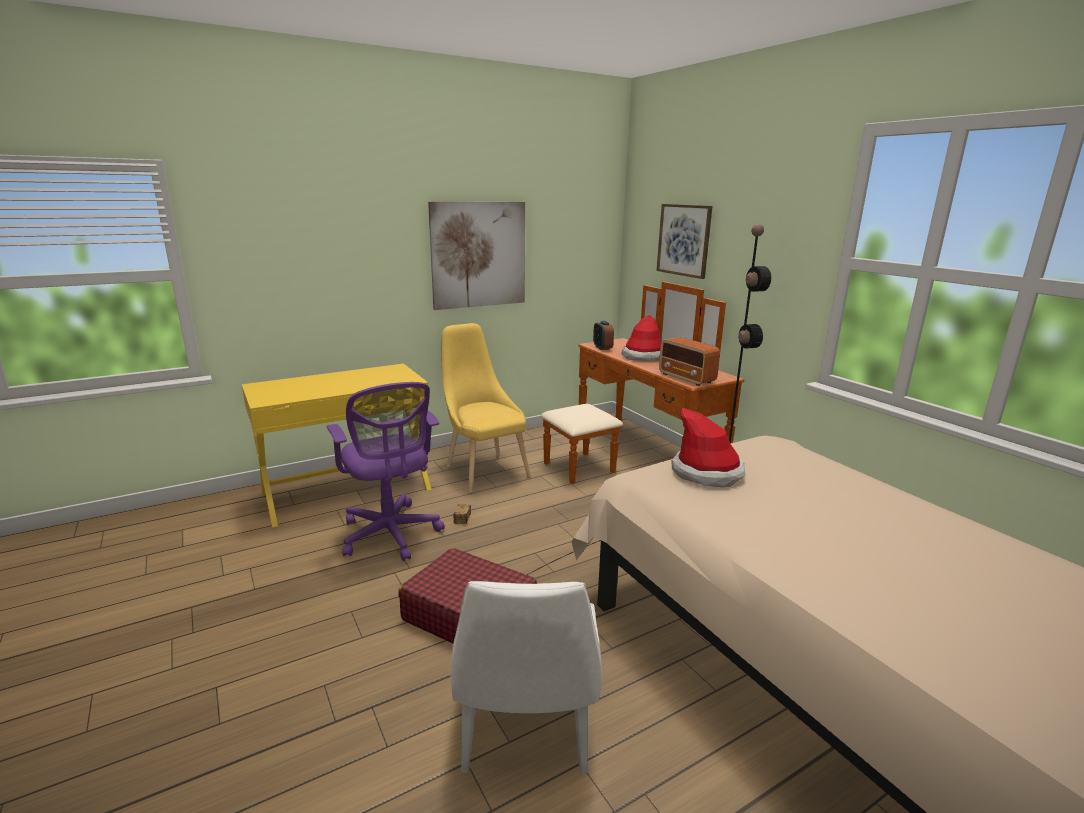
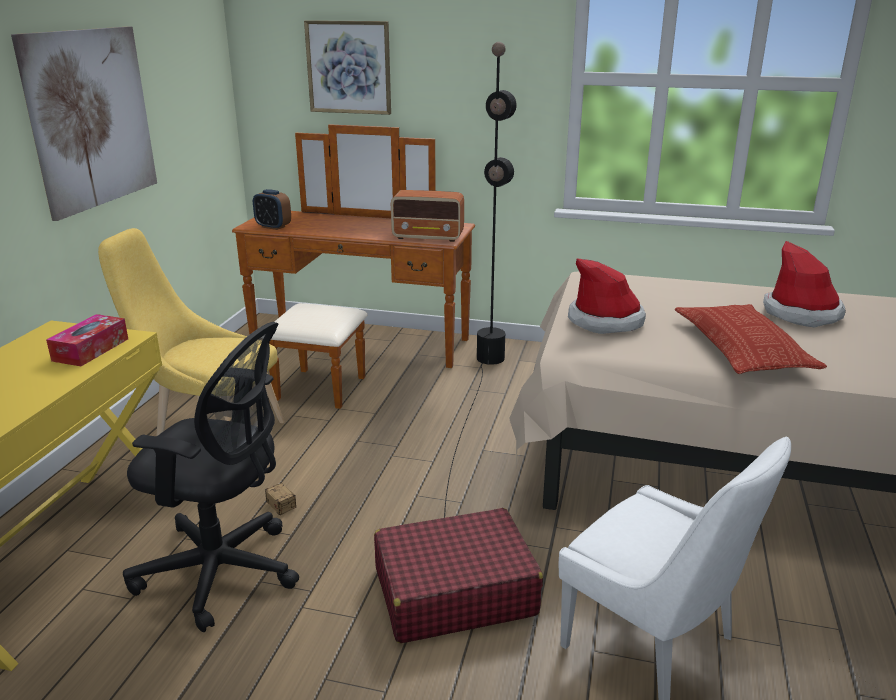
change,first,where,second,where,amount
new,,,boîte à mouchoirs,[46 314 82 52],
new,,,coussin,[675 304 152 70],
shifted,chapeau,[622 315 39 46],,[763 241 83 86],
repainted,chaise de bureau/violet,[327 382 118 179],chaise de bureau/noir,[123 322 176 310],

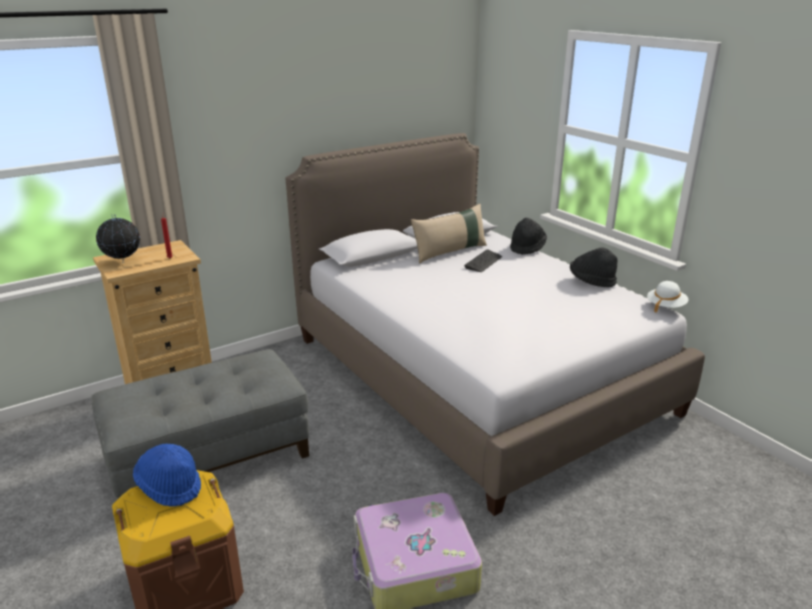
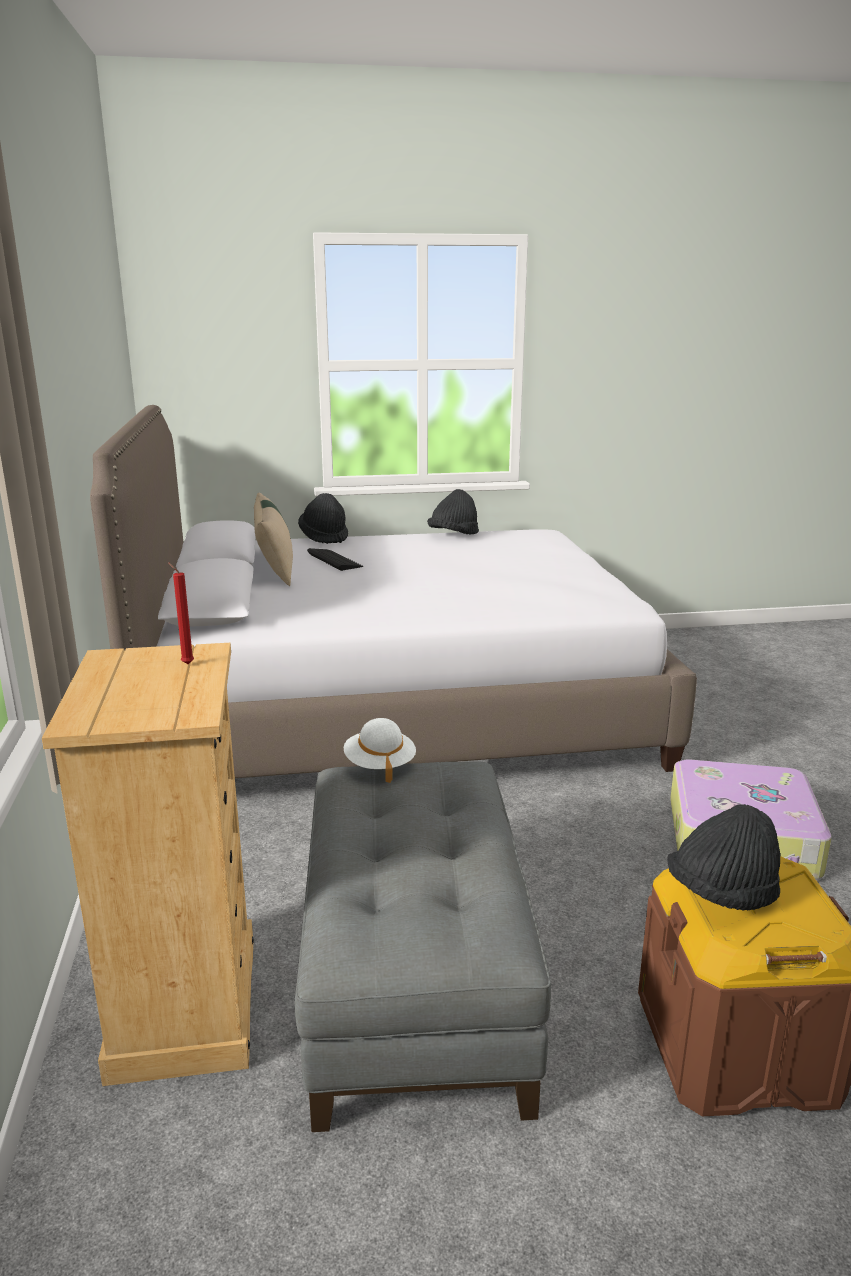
change,first,where,second,where,amount
gone,globe,[96 214 44 49],,,
shifted,chapeau/blanc,[647 281 41 31],,[344 718 72 65],
repainted,chapeau/bleu,[133 444 68 63],chapeau/noir,[667 804 113 107],

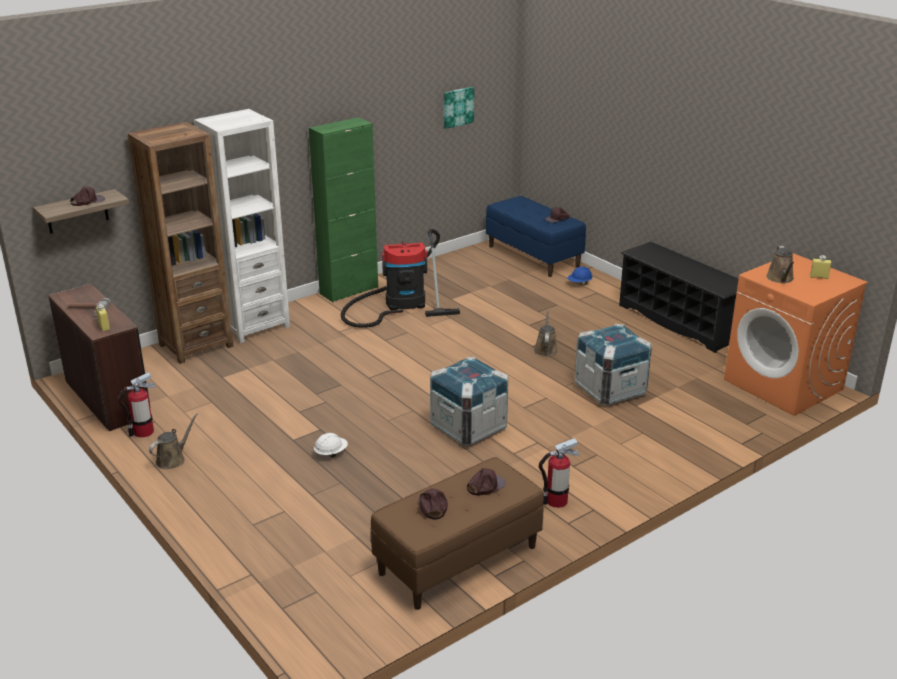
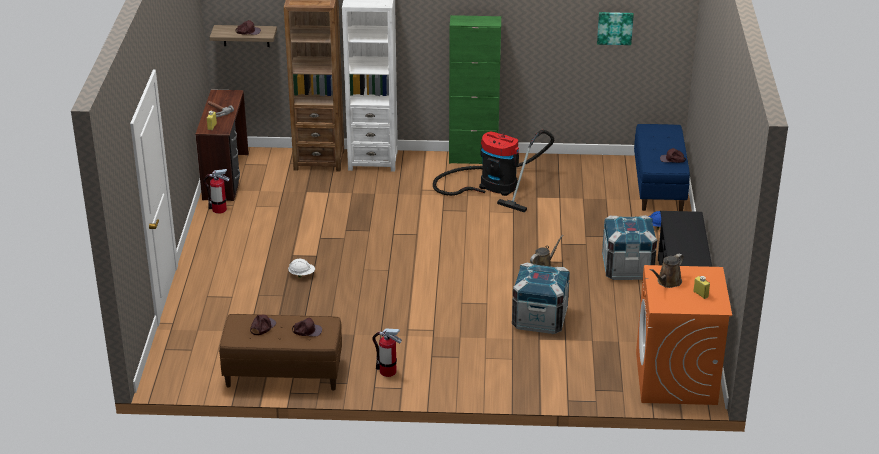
change,first,where,second,where,amount
gone,arrosoir/marron,[149 413 49 56],,,
shifted,caisse,[430 357 78 89],,[602 215 55 65],

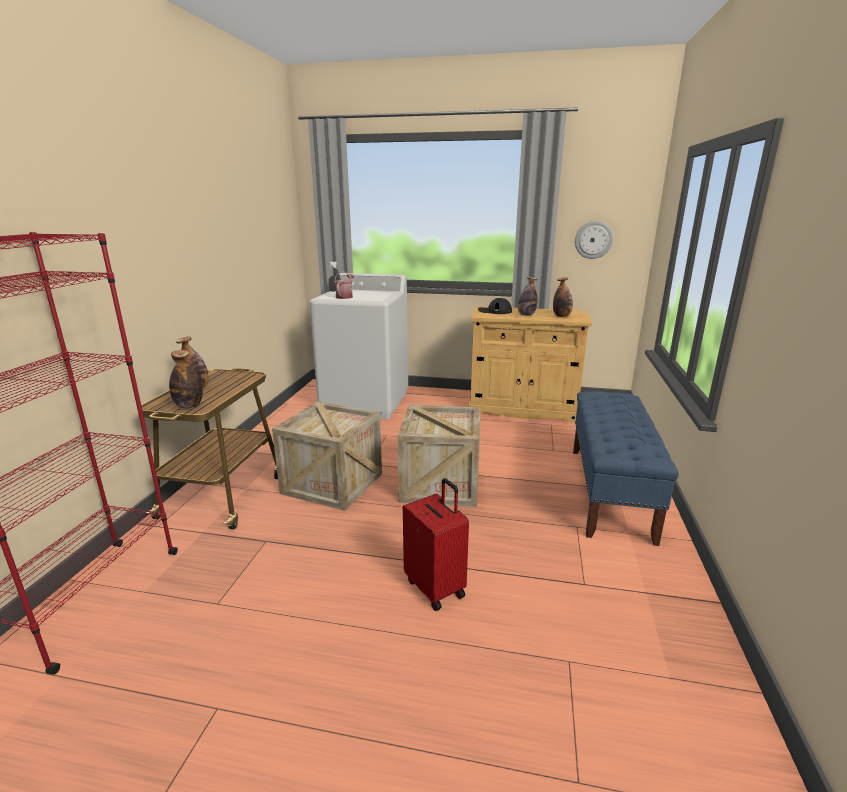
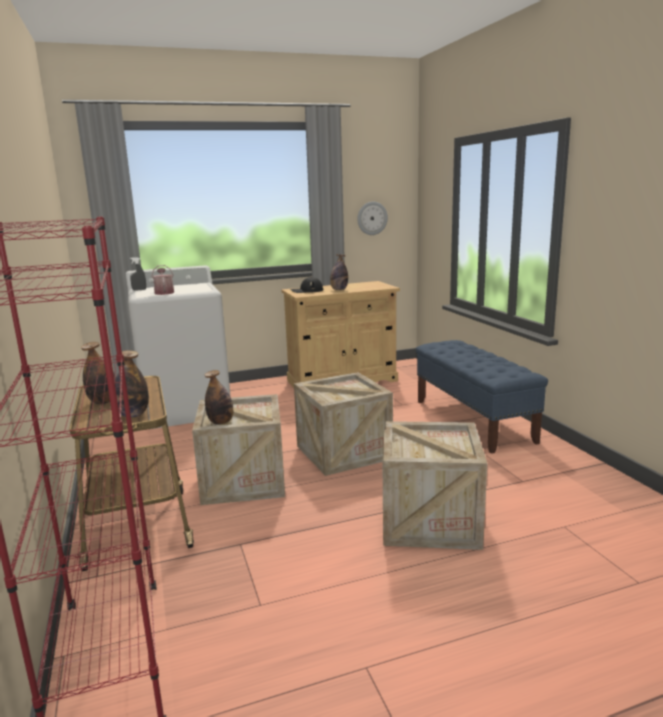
change,first,where,second,where,amount
shifted,bouteille,[553 277 20 40],,[205 370 28 55],
swapped,valise/rouge,[403 478 66 133],caisse,[382 421 105 129],

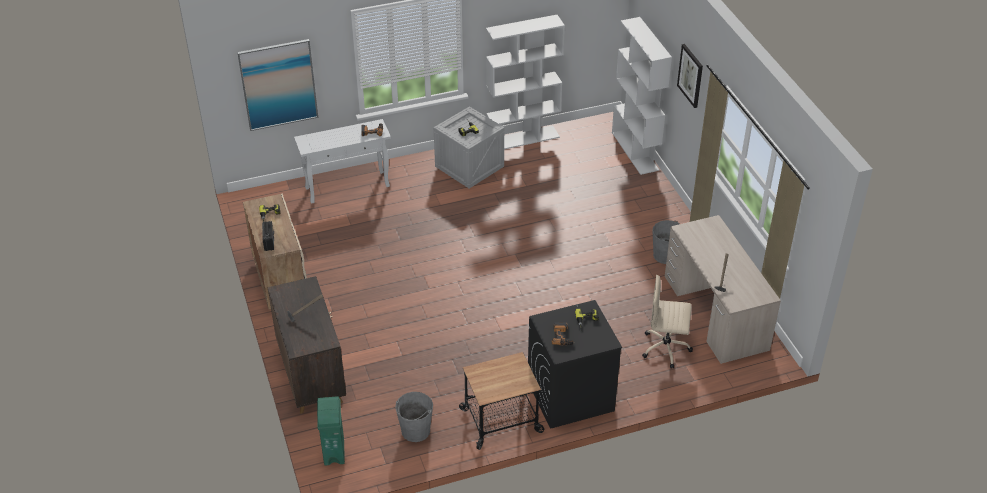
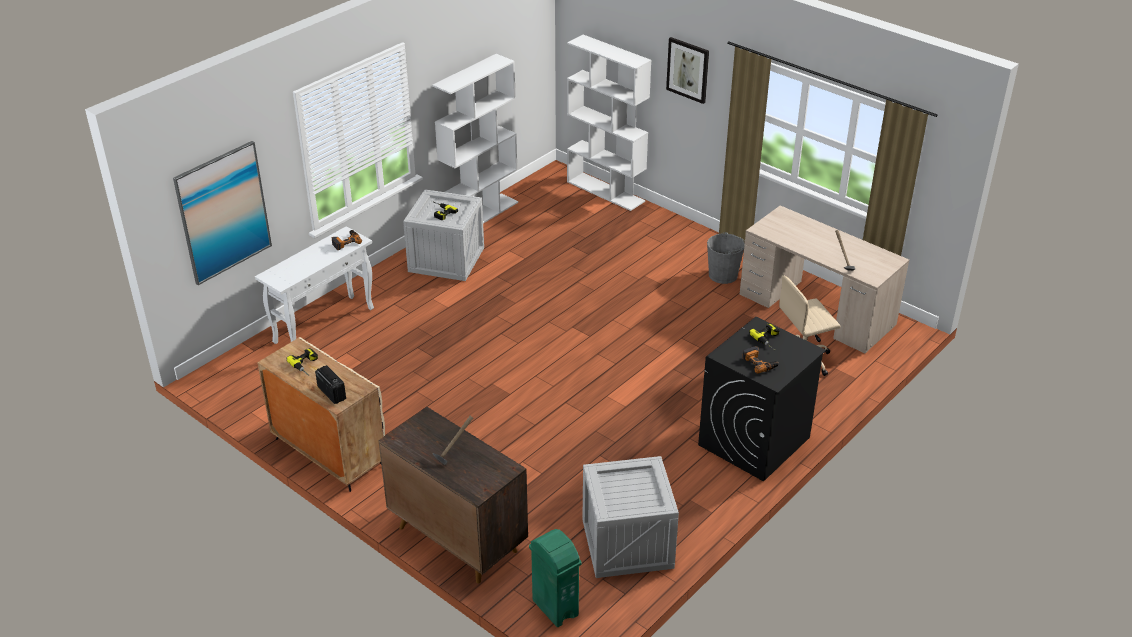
change,first,where,second,where,amount
gone,chariot,[459 352 85 98],,,
swapped,seau/gris,[395 392 38 50],caisse,[582 456 97 122],

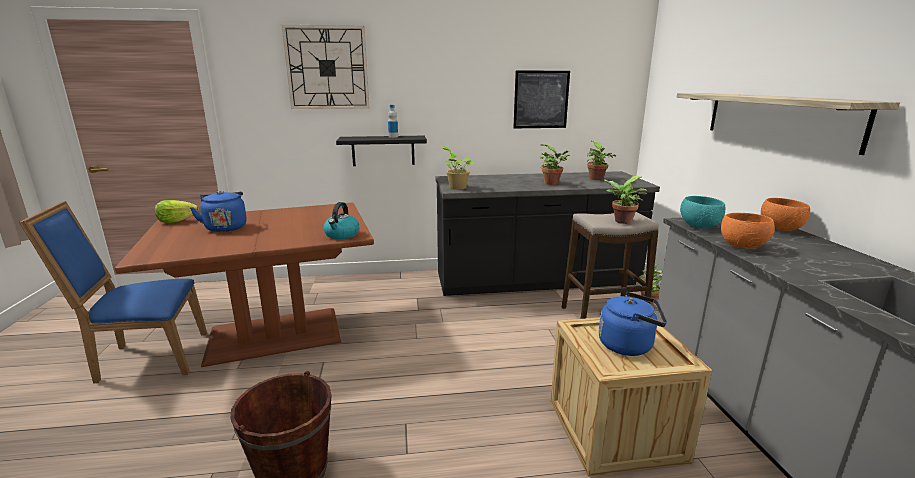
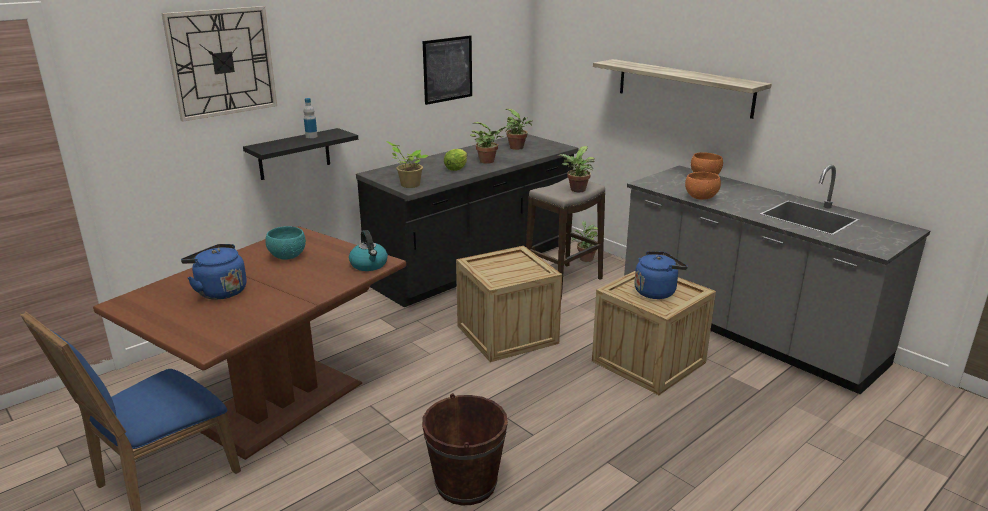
change,first,where,second,where,amount
new,,,caisse,[456 246 106 116],
shifted,laitue,[155 200 43 23],,[444 149 23 22],
shifted,bol/turquoise,[680 196 45 33],,[266 226 40 34],

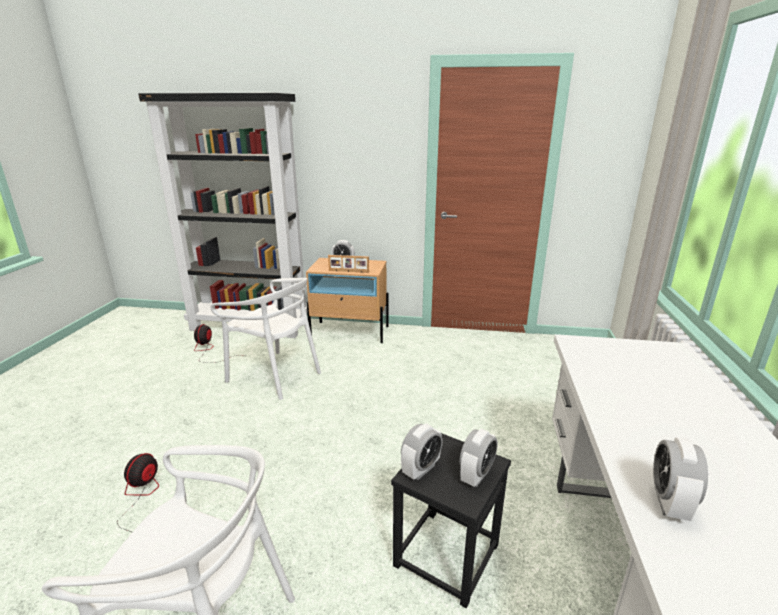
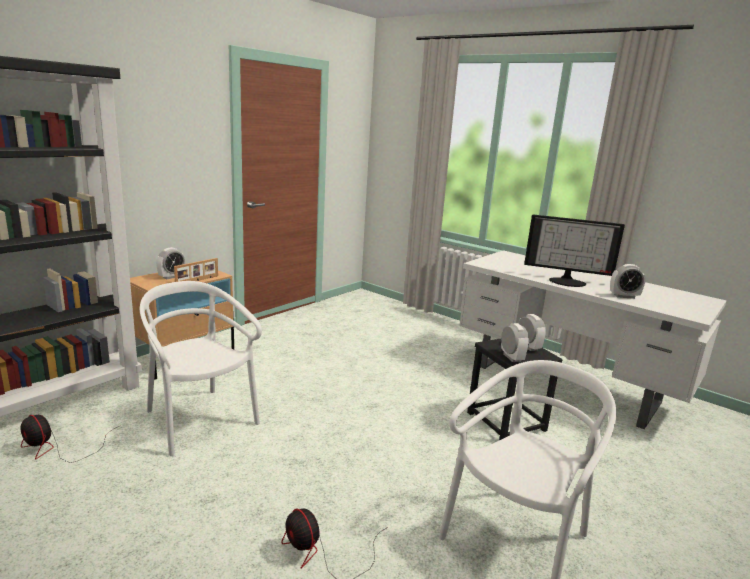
change,first,where,second,where,amount
new,,,écran d'ordinateur,[524 214 101 73],
rotated,chaise/blanc,[210 278 111 122],,[140 281 122 175],105 degrees counterclockwise
rotated,réveil,[653 437 55 84],,[610 264 36 35],45 degrees counterclockwise

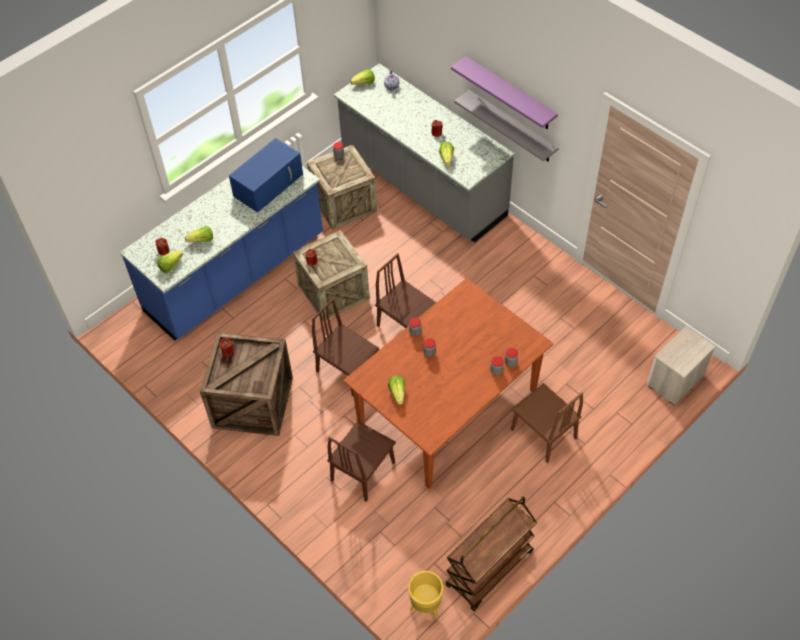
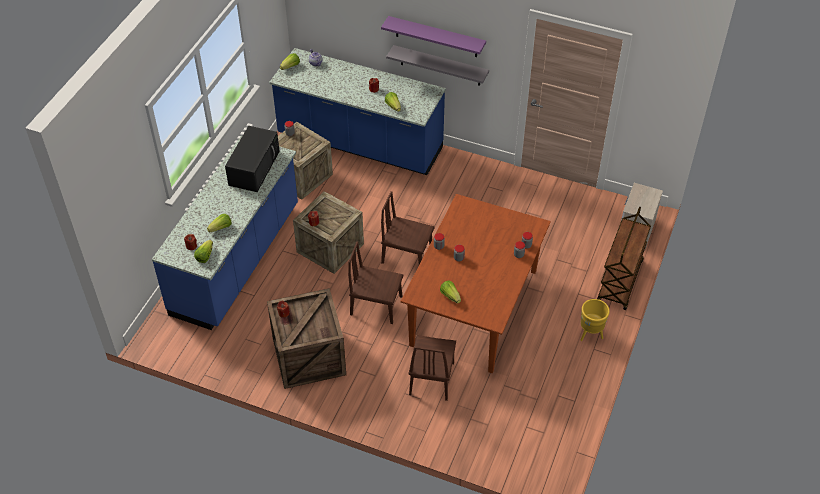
change,first,where,second,where,amount
gone,chaise/marron,[511 383 72 80],,,
shifted,cache-pot/jaune,[408 571 35 48],,[581 299 29 42],
shifted,chariot/marron,[445 497 92 114],,[597 207 54 103],
repainted,micro-ondes/bleu,[229 138 74 75],micro-ondes/noir,[225 126 55 66],
repainted,comptoir de cuisine/gris,[334 63 181 179],comptoir de cuisine/bleu,[269 48 177 127],

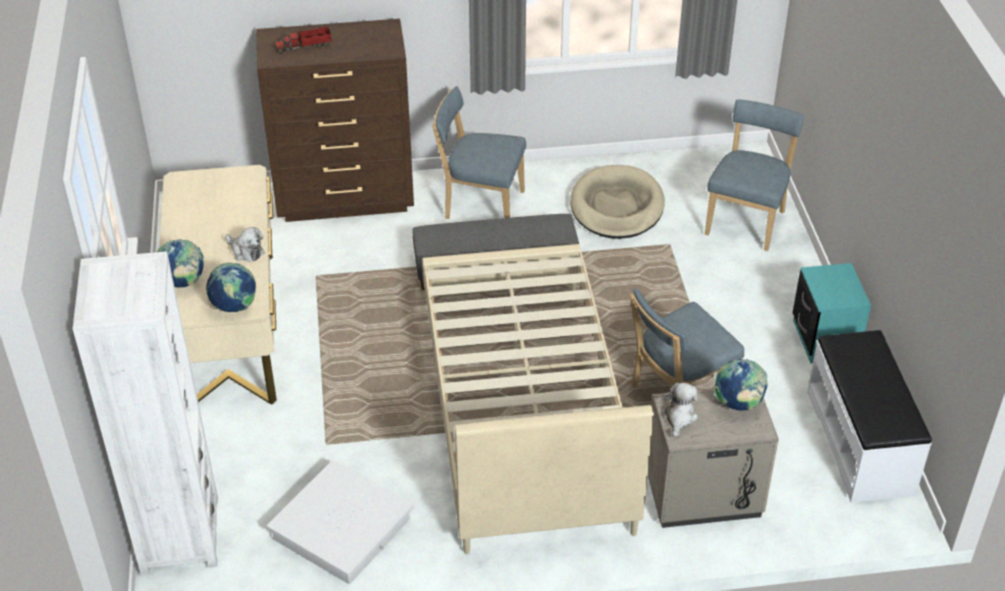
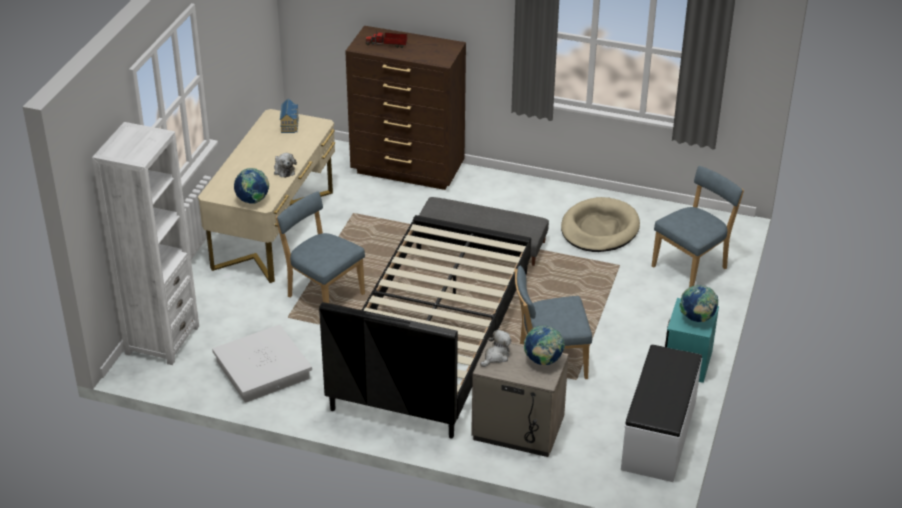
change,first,where,second,where,amount
new,,,maison miniature,[280 99 19 34],
shifted,globe,[157 239 47 48],,[679 285 39 37],
shifted,chaise/bleu,[432 86 94 133],,[275 192 90 111],
repainted,lit/beige,[422 244 232 310],lit/noir,[319 215 212 224],

